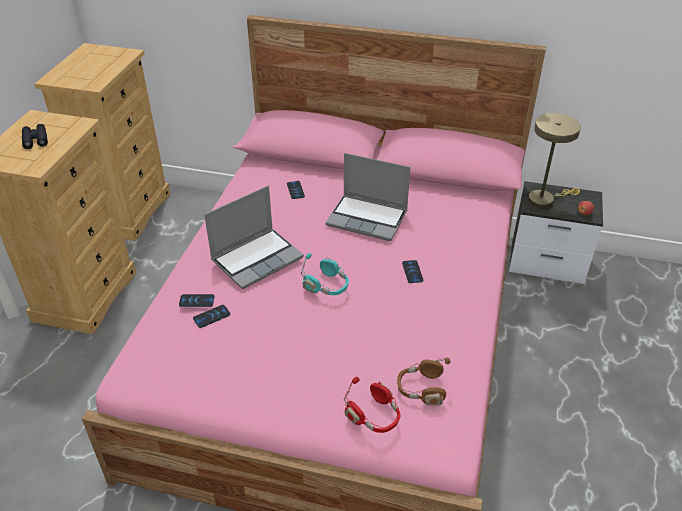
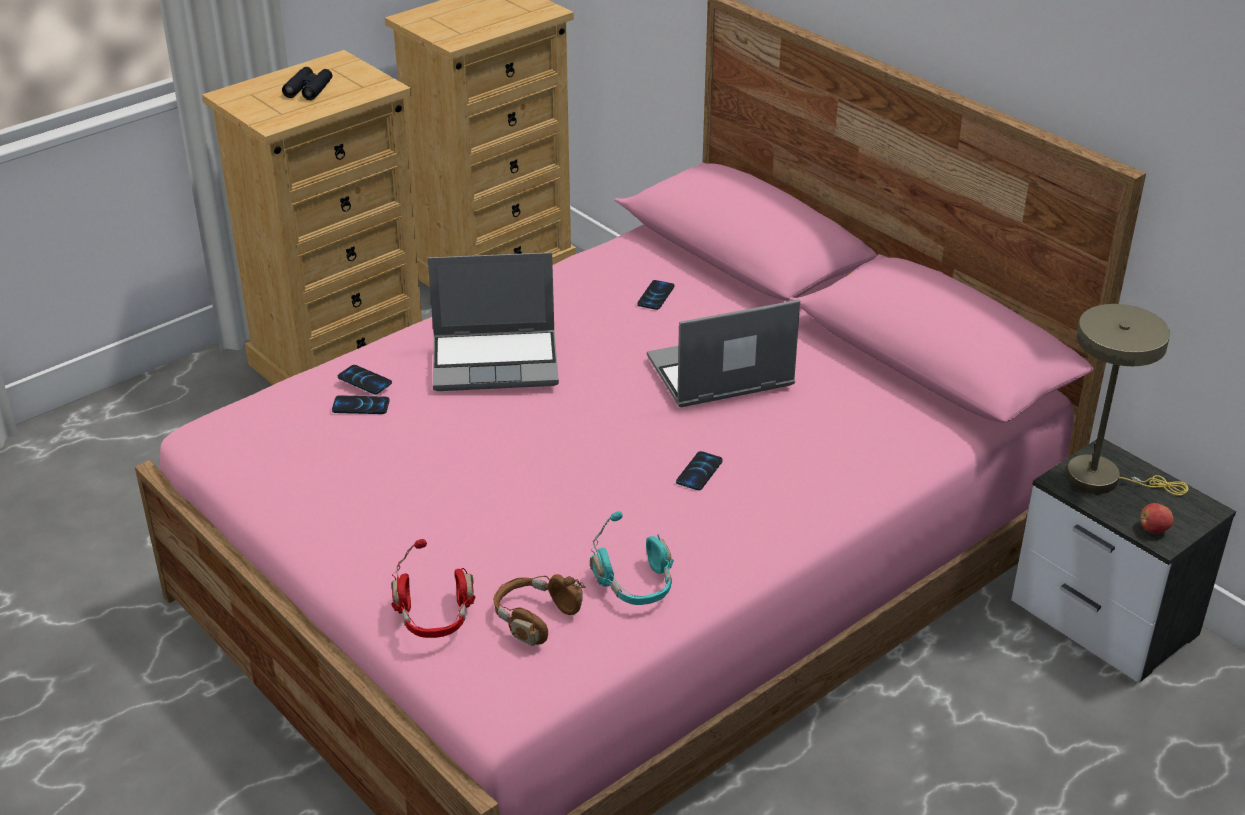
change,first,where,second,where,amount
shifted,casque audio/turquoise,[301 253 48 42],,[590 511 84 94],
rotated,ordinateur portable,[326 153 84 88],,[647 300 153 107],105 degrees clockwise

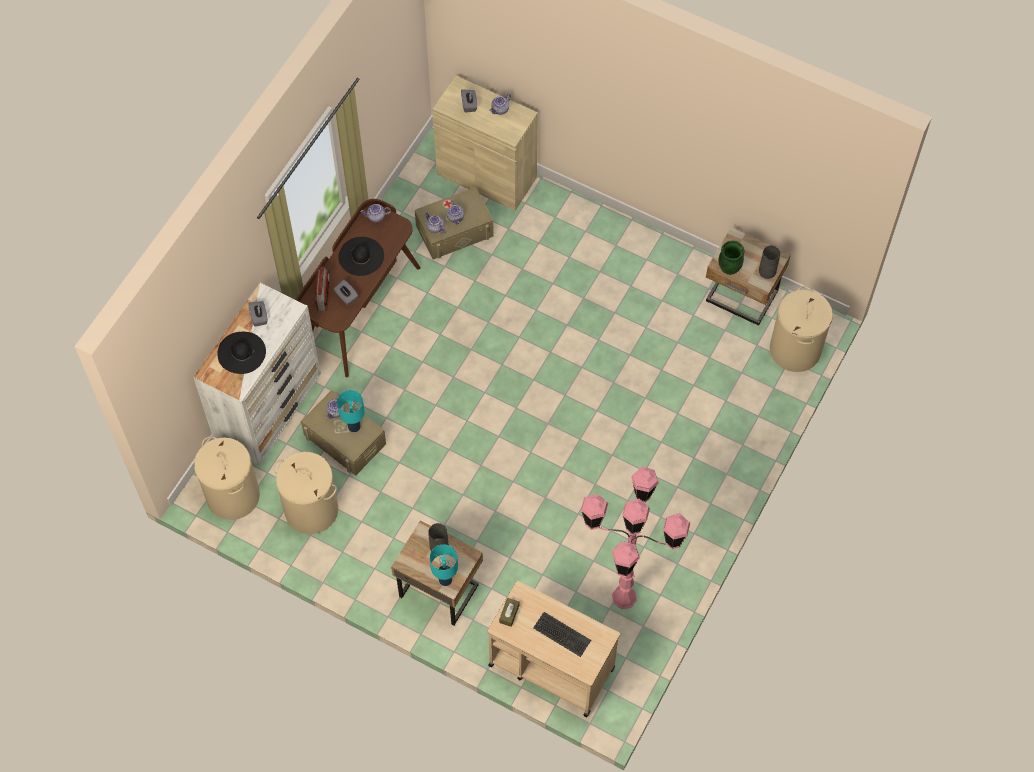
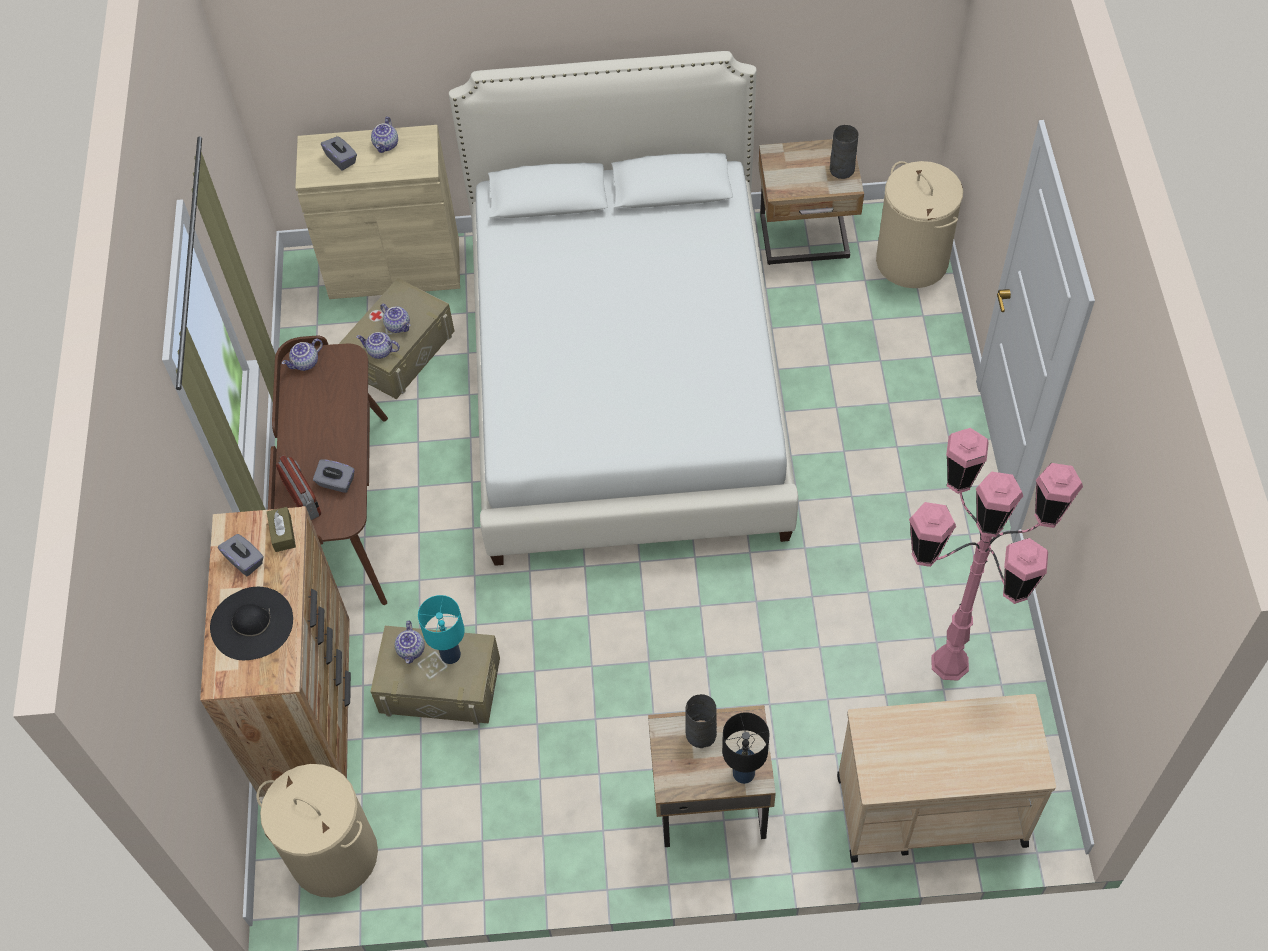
change,first,where,second,where,amount
gone,panier à linge/beige,[273 452 65 82],,,
gone,chapeau/noir,[338 237 46 39],,,
gone,clavier,[533 612 58 45],,,
gone,vase/vert,[718 240 27 35],,,
new,,,lit/blanc,[449 51 349 515],
shifted,boîte à mouchoirs/marron,[499 598 20 29],,[267 507 29 45],
repainted,commode/blanc,[193 283 128 183],commode/marron,[200 506 151 291],
repainted,lampe de table/turquoise,[430 544 28 42],lampe de table/noir,[722 712 47 72],

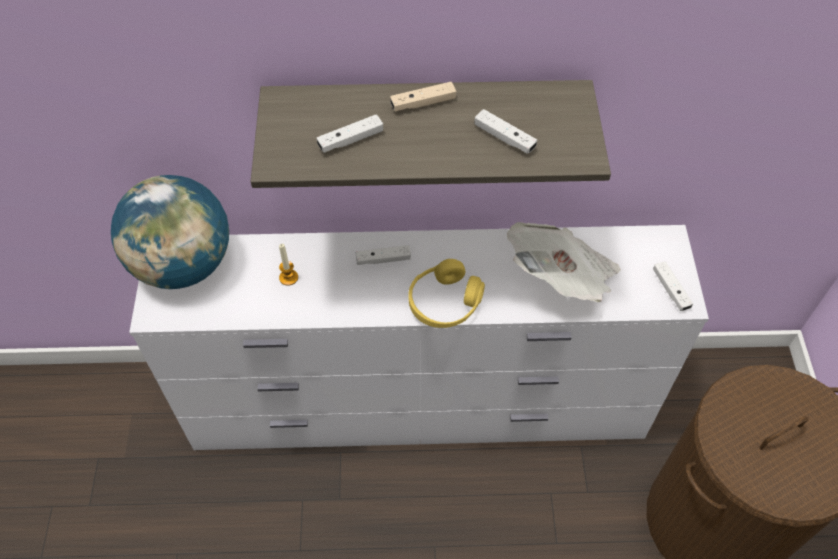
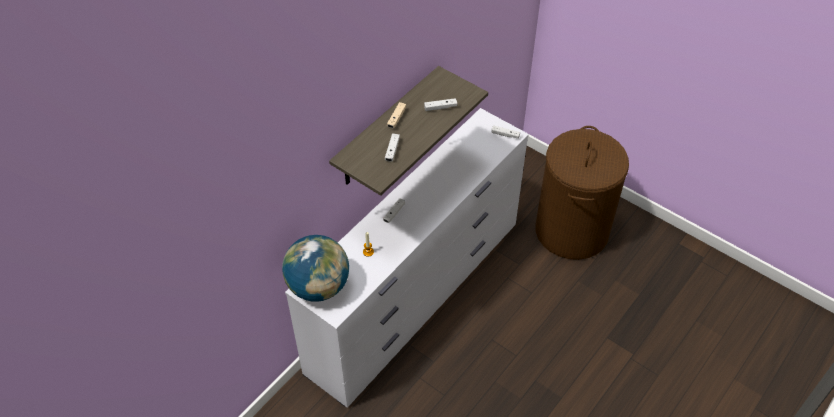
change,first,where,second,where,amount
gone,casque audio/jaune,[408 259 77 69],,,
gone,journal,[507 222 113 81],,,

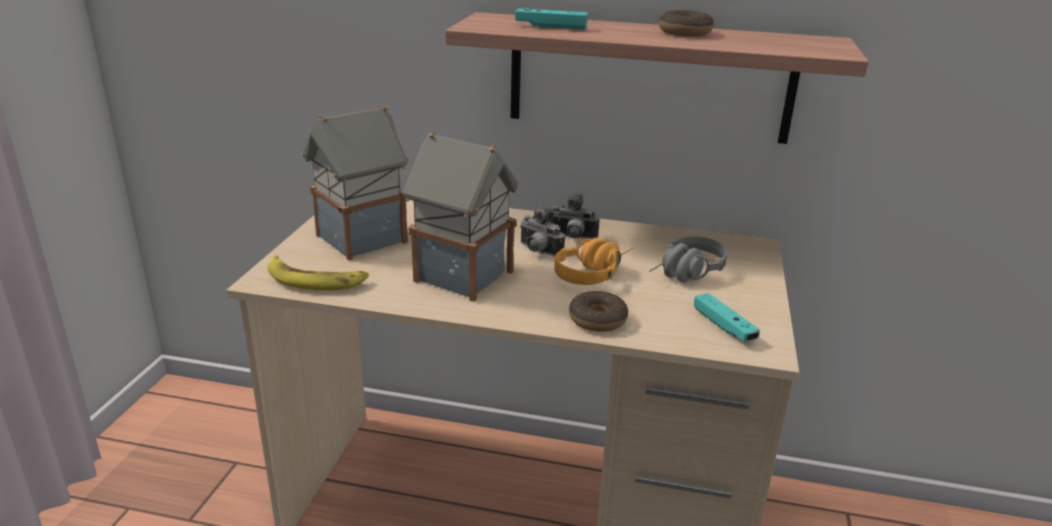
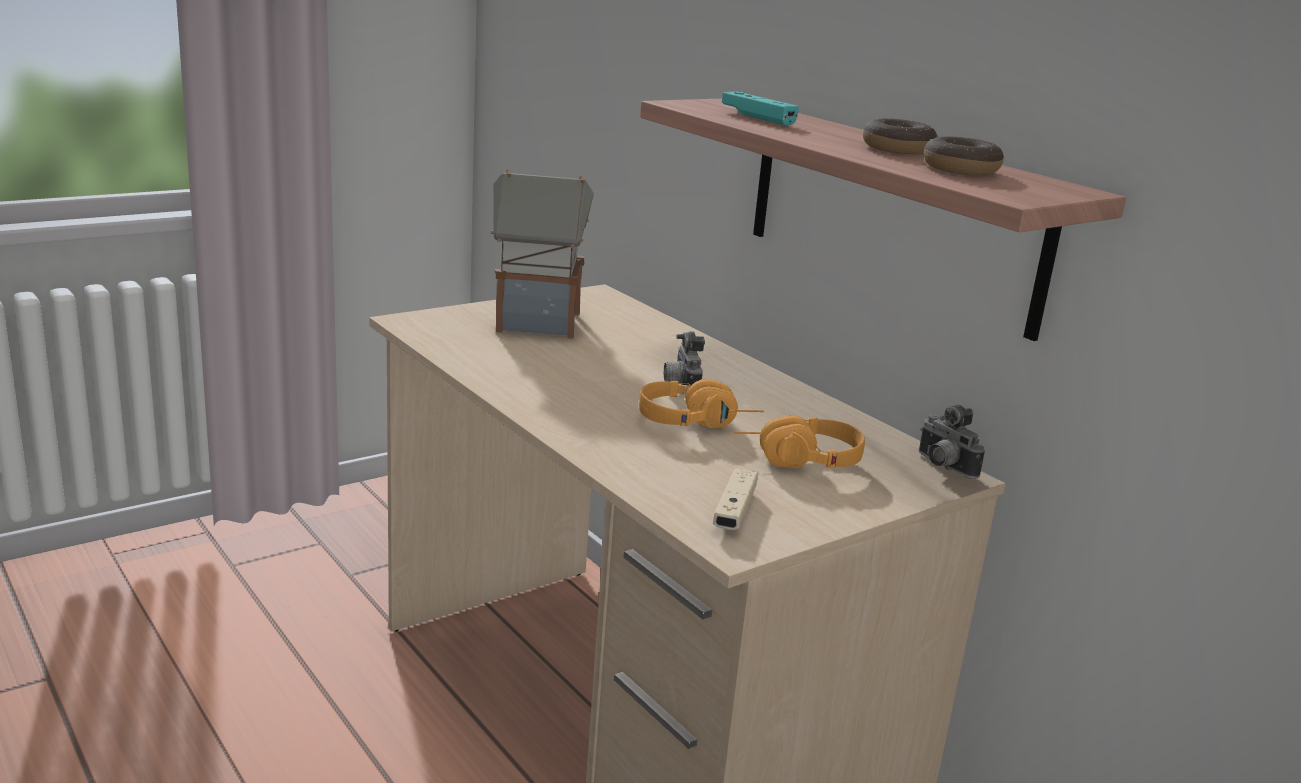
change,first,where,second,where,amount
gone,banane,[268 255 101 35],,,
gone,maison miniature,[403 131 116 171],,,
shifted,appareil photo,[550 194 50 45],,[918 404 67 75],
shifted,beignet,[569 291 59 41],,[924 136 80 39],
repainted,casque audio/gris,[649 236 78 47],casque audio/orange,[733 415 132 53],
repainted,manette/turquoise,[694 293 66 49],manette/beige,[713 468 45 62],

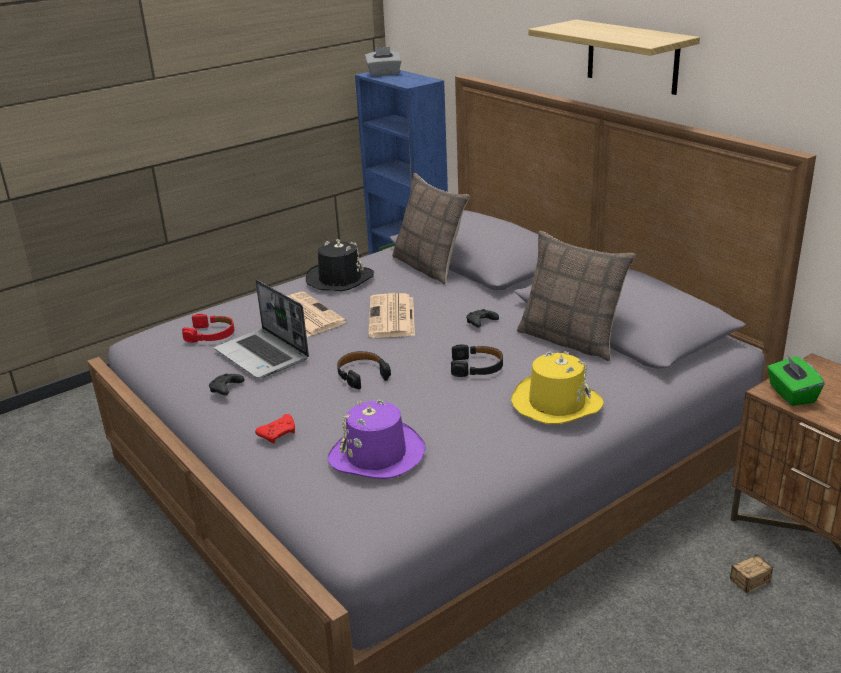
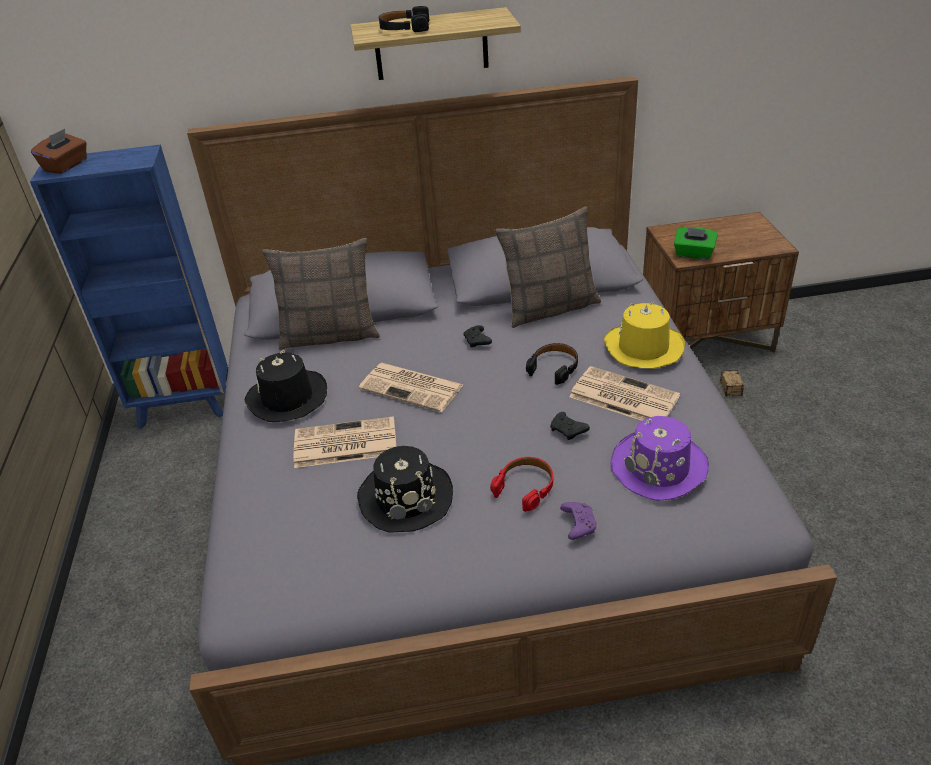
change,first,where,second,where,amount
new,,,journal,[569 366 111 55],
shifted,casque audio/rouge,[182 314 52 29],,[490 457 63 55],
shifted,manette/noir,[209 373 35 22],,[550 412 40 28],
shifted,casque audio/noir,[337 351 54 39],,[379 6 50 26],
swapped,ordinateur portable,[214 280 95 98],chapeau/noir,[357 446 96 87],
repainted,manette/rouge,[255 414 40 29],manette/violet,[560 502 37 38],
repainted,boîte à mouchoirs/gris,[365 47 36 29],boîte à mouchoirs/marron,[31 129 56 45],

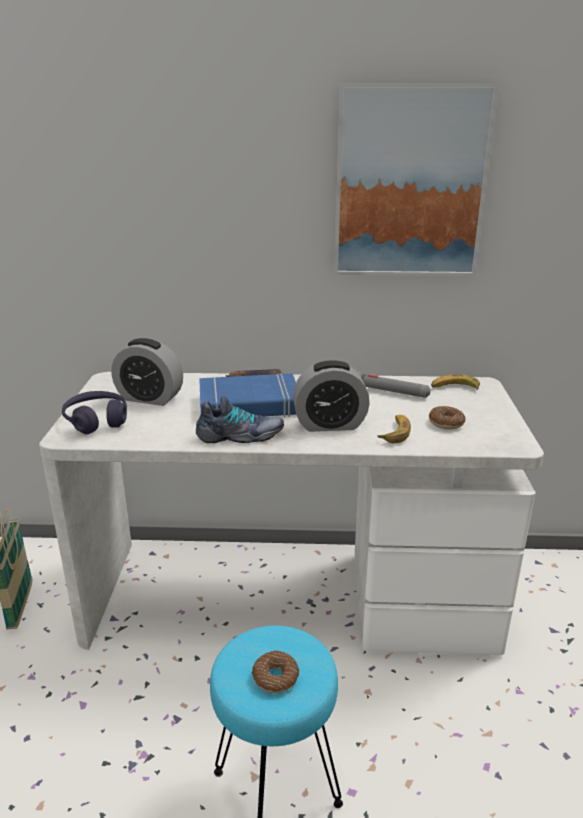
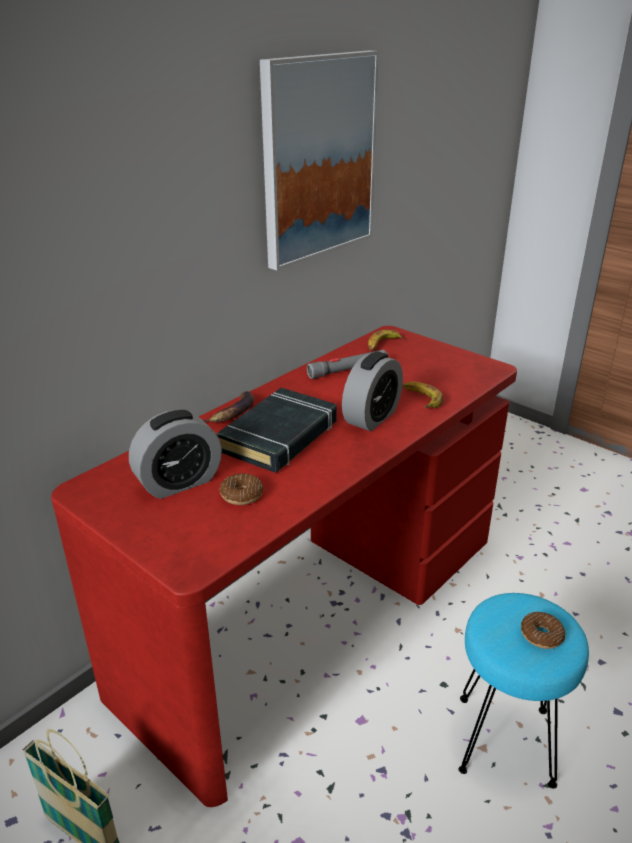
change,first,where,second,where,amount
gone,casque audio/violet,[62 391 65 43],,,
gone,chaussure,[196 396 88 48],,,
shifted,beignet,[429 406 36 23],,[219 473 45 32],
repainted,bureau/blanc,[39 372 505 283],bureau/rouge,[51 326 466 481],
repainted,livre/bleu,[199 373 97 44],livre/noir,[216 388 121 85],

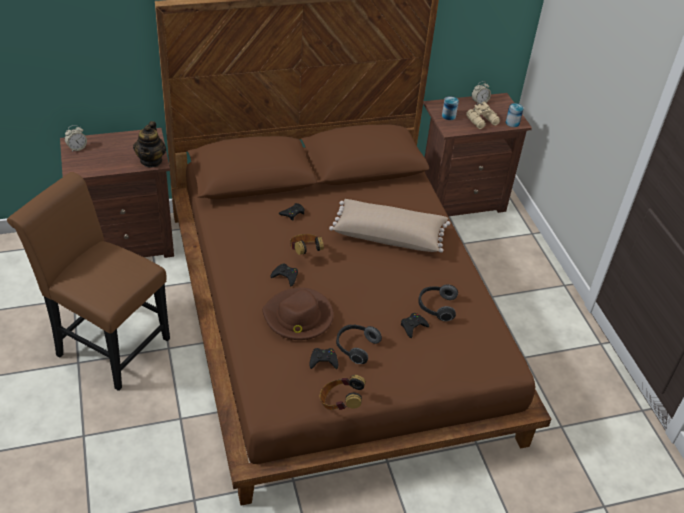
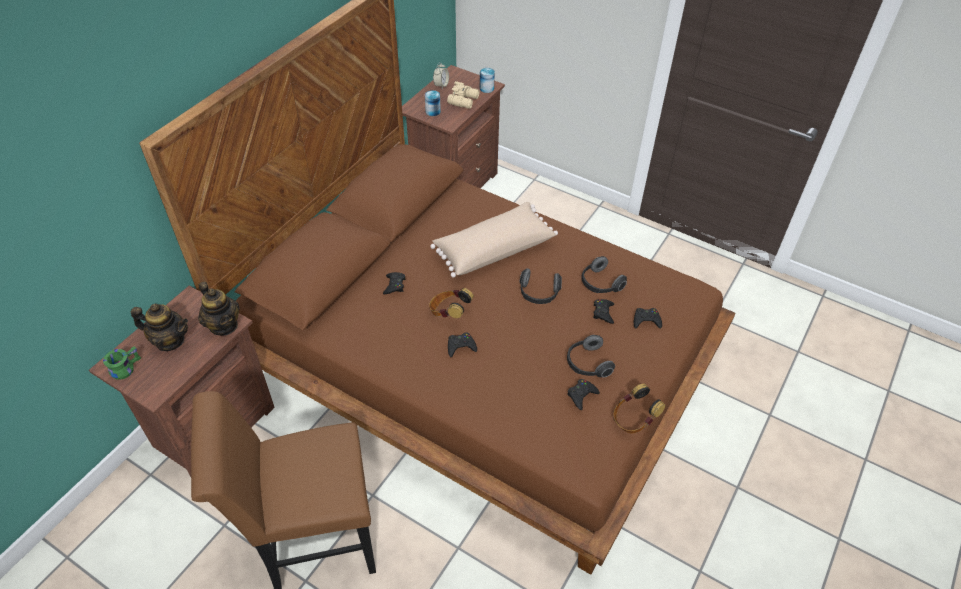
change,first,where,second,where,amount
gone,chapeau/marron,[262 287 72 53],,,
new,,,théière,[131 304 57 47],
new,,,casque audio,[519 268 43 36],
new,,,manette/noir,[634 308 28 21],
swapped,réveil,[65 125 22 27],mug/vert,[103 346 38 34],

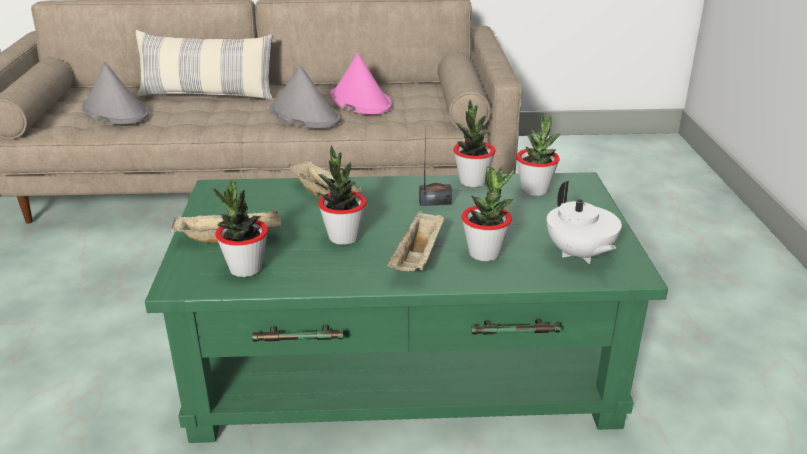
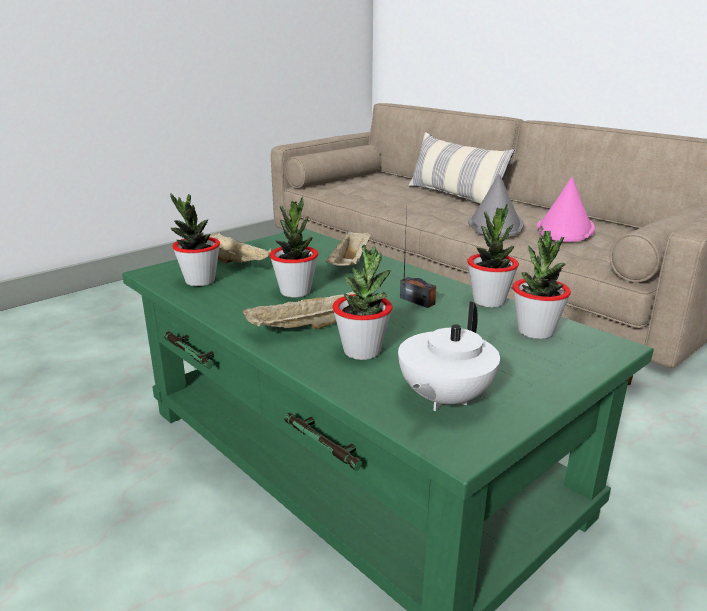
change,first,where,second,where,amount
gone,chapeau/gris,[82 62 67 62],,,

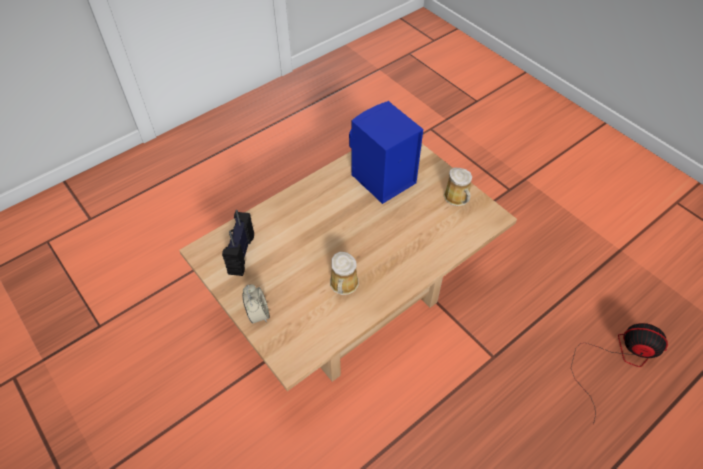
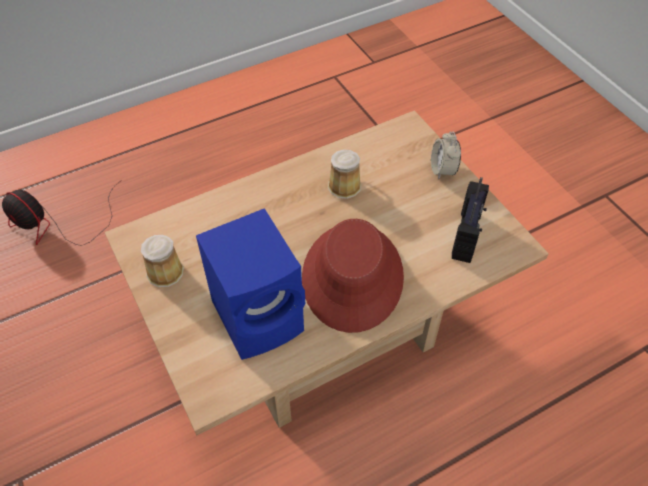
change,first,where,second,where,amount
new,,,chapeau/rouge,[302 219 102 114],

